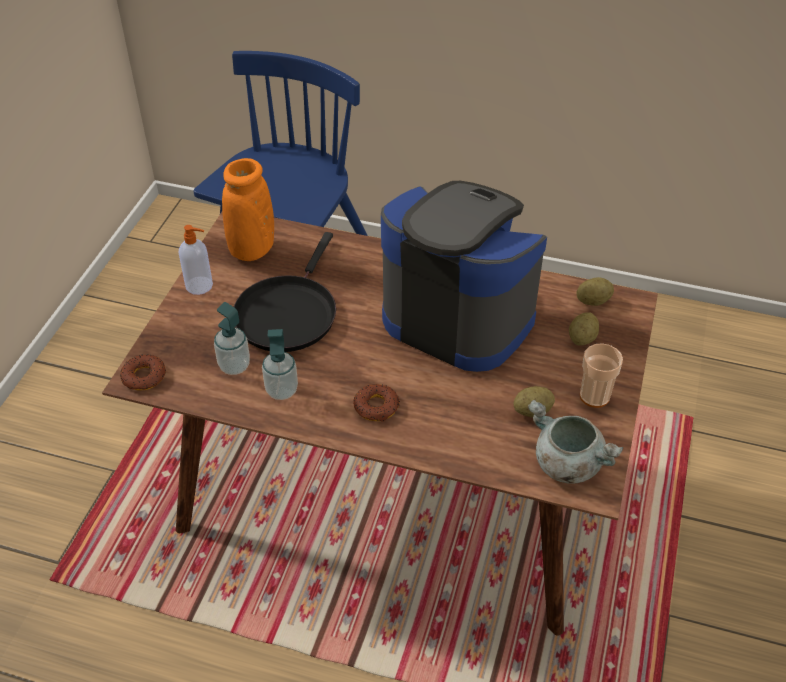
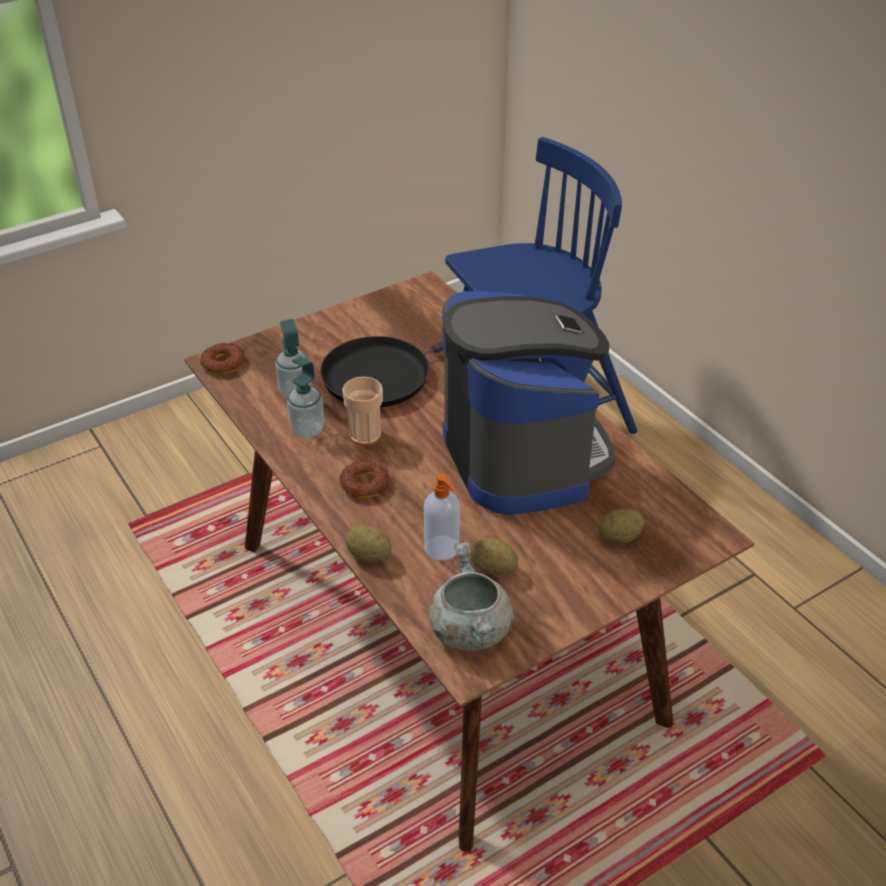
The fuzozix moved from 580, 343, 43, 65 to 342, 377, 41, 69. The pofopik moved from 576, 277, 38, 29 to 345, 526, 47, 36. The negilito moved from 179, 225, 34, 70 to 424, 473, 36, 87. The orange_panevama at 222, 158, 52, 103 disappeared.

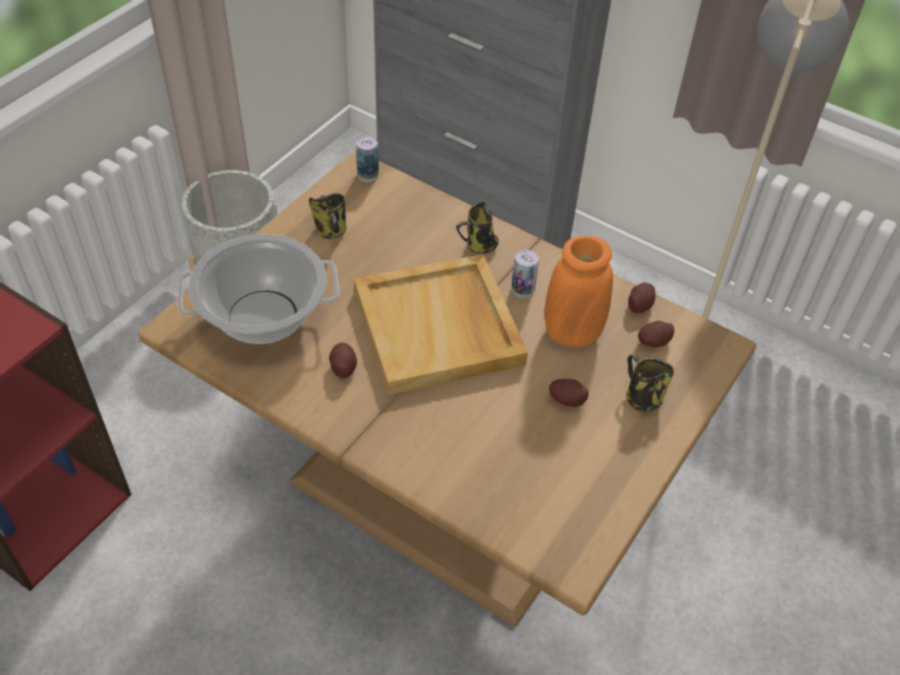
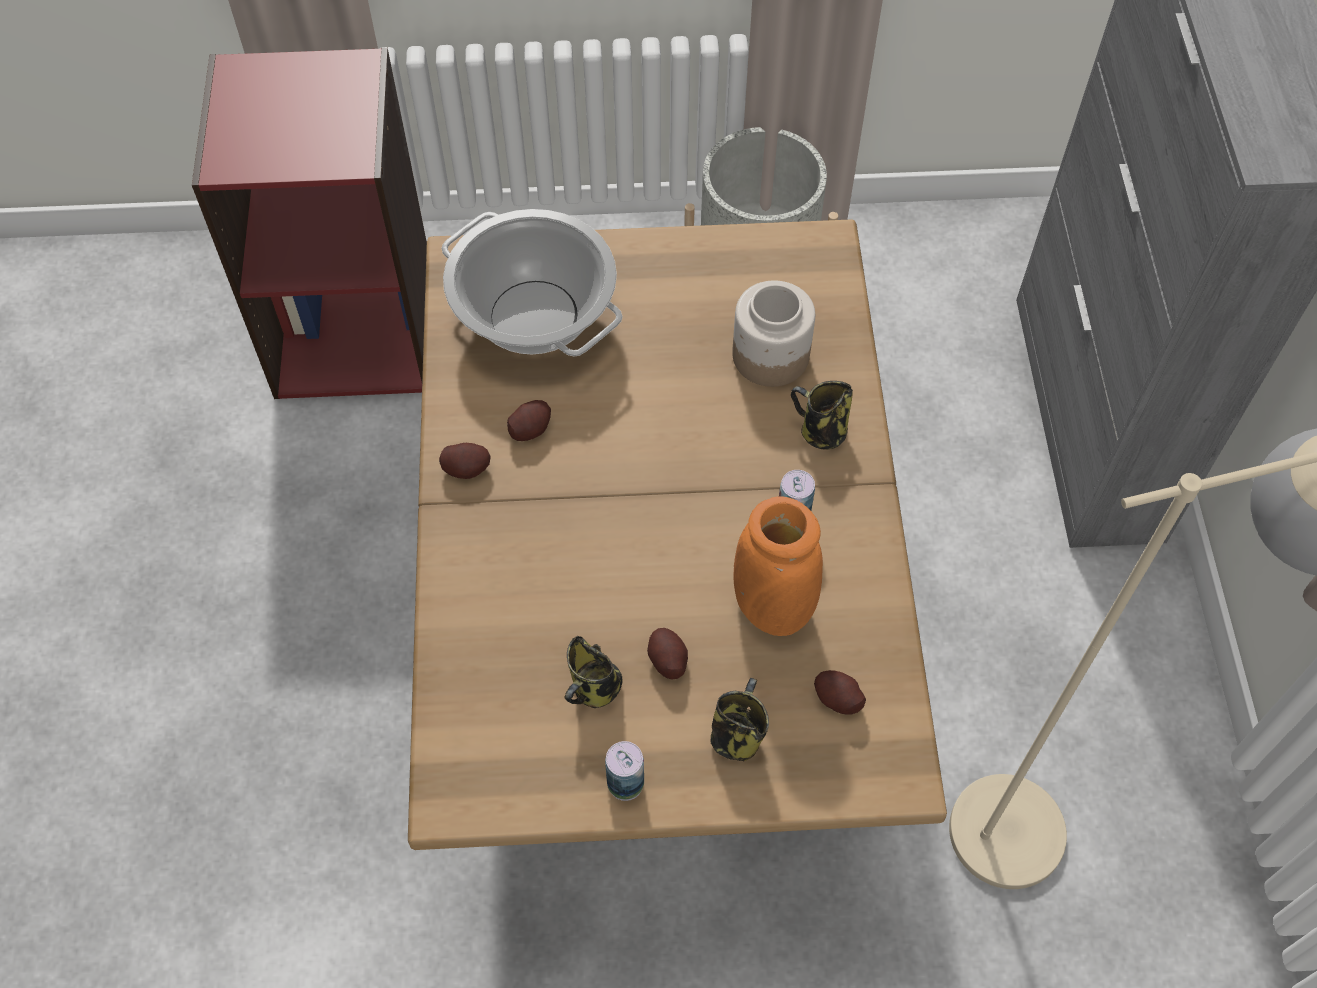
The pofopik moved from 628, 283, 28, 30 to 439, 443, 52, 36. The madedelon moved from 309, 193, 38, 46 to 565, 636, 58, 72. The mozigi moved from 356, 136, 23, 46 to 605, 741, 39, 60. The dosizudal at 732, 281, 83, 106 appeared. The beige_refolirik at 354, 254, 174, 141 disappeared.

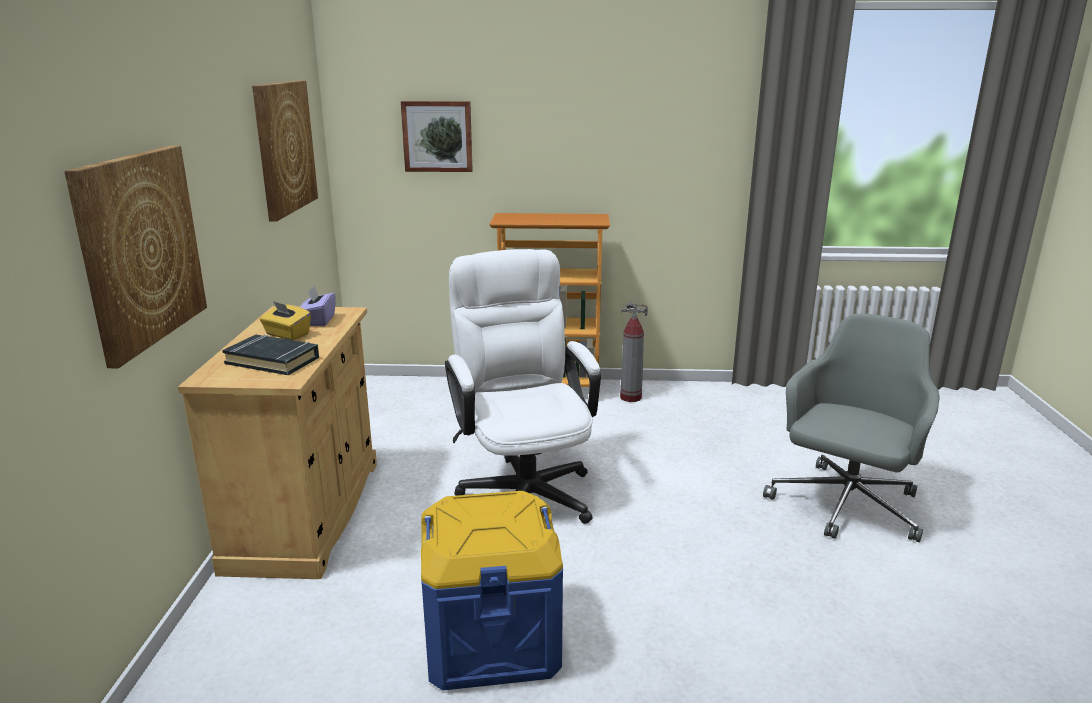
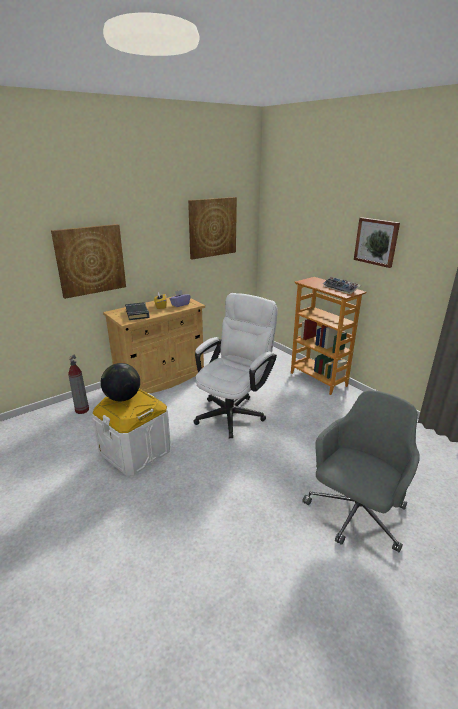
The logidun moved from 620, 303, 28, 99 to 68, 355, 21, 59. The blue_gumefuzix at 421, 491, 142, 199 became the white_gumefuzix at 93, 389, 78, 87. The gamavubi at 101, 363, 39, 38 appeared. The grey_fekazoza at 763, 314, 177, 228 turned 45 degrees counterclockwise. The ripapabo at 323, 277, 38, 18 appeared. The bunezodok moved from 401, 101, 72, 71 to 354, 217, 46, 51.

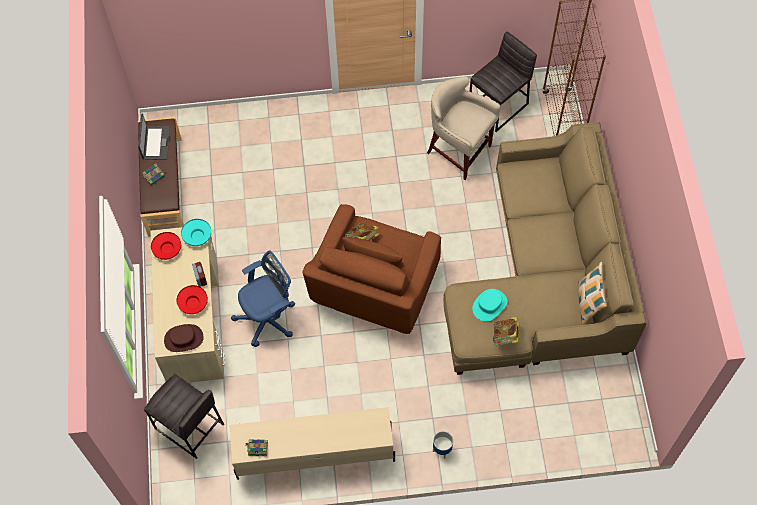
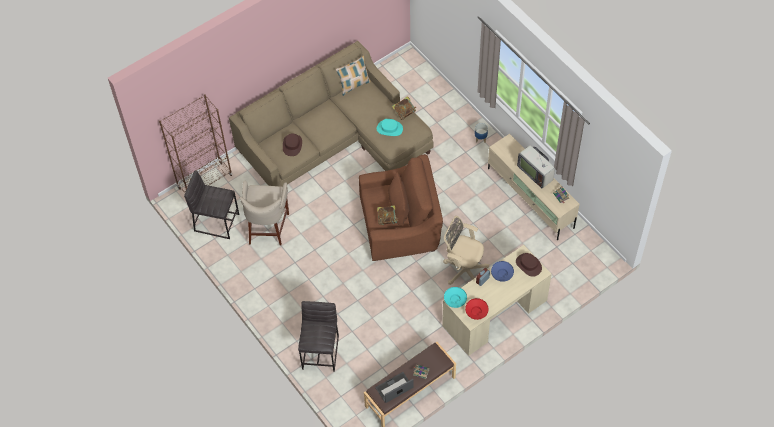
The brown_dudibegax at 283, 134, 19, 22 appeared. The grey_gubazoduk moved from 144, 374, 81, 85 to 298, 301, 41, 71. The blue_fekazoza at 231, 250, 64, 97 became the beige_fekazoza at 443, 216, 46, 69. The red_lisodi at 177, 285, 31, 29 became the blue_lisodi at 491, 261, 23, 21. The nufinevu at 517, 145, 38, 43 appeared.

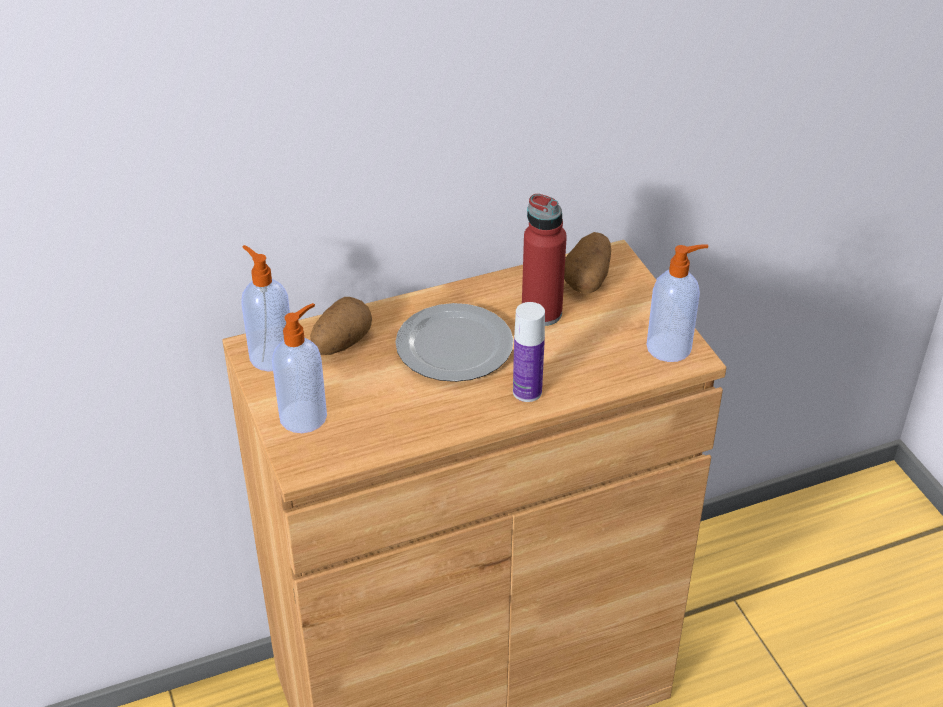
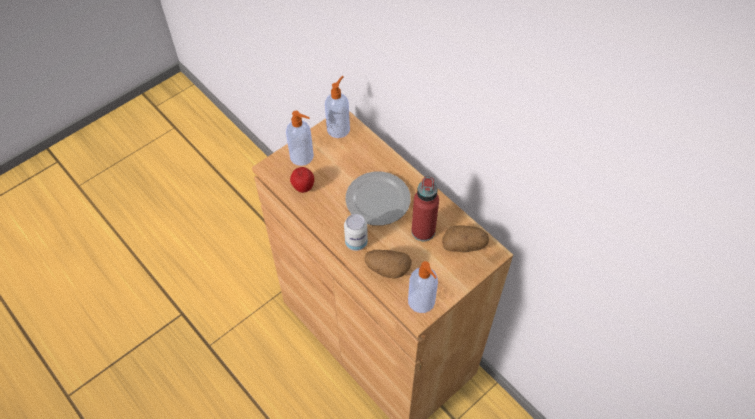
The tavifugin at 290, 167, 24, 26 appeared. The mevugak at 513, 302, 32, 100 was replaced by the mozigi at 344, 214, 24, 37. The pofopik moved from 310, 297, 62, 58 to 365, 250, 47, 28.

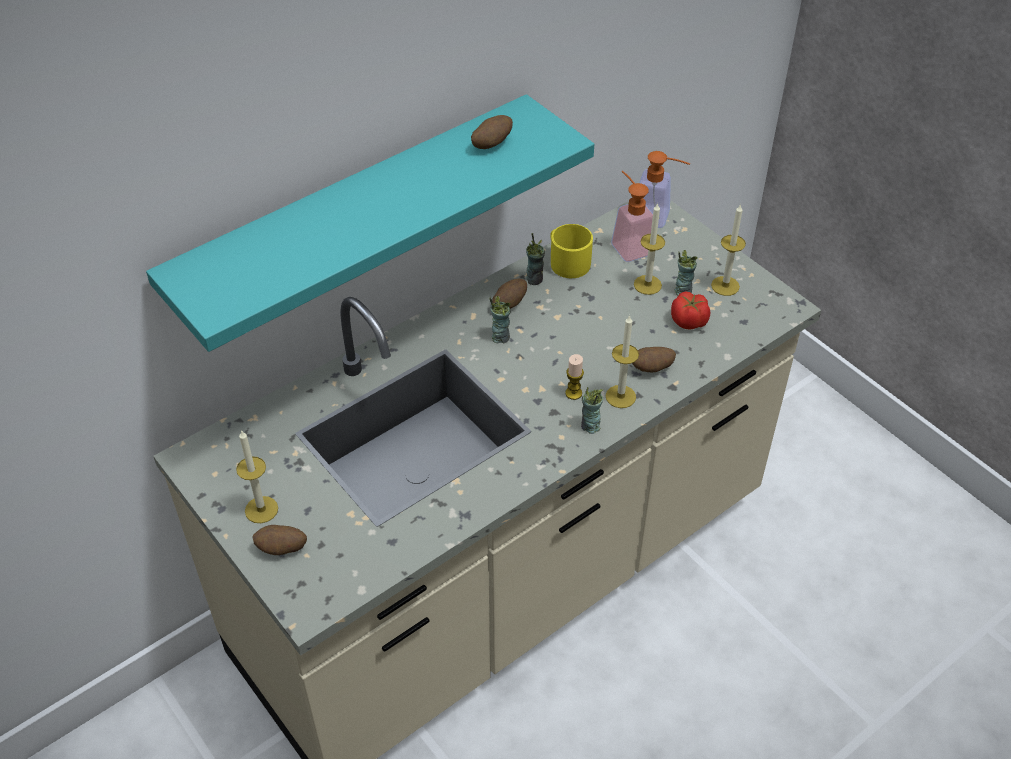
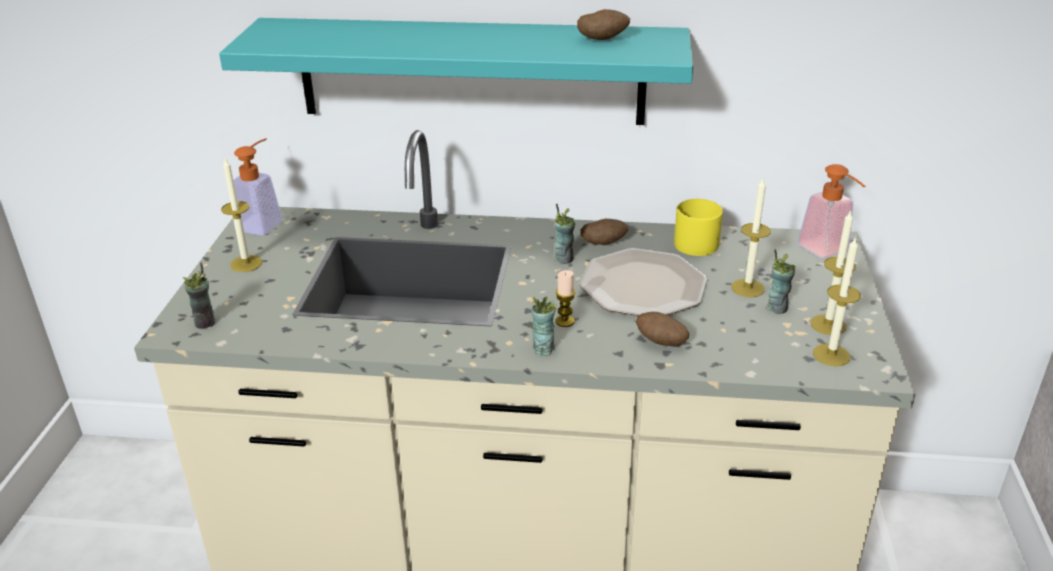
The fuzozix moved from 526, 233, 19, 52 to 183, 262, 32, 67. The negilito moved from 611, 171, 42, 91 to 233, 138, 49, 98. The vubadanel at 579, 248, 128, 68 appeared. The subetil moved from 605, 315, 34, 93 to 813, 237, 48, 129. The pofopik at 252, 525, 55, 30 disappeared. The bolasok at 671, 291, 39, 38 disappeared.

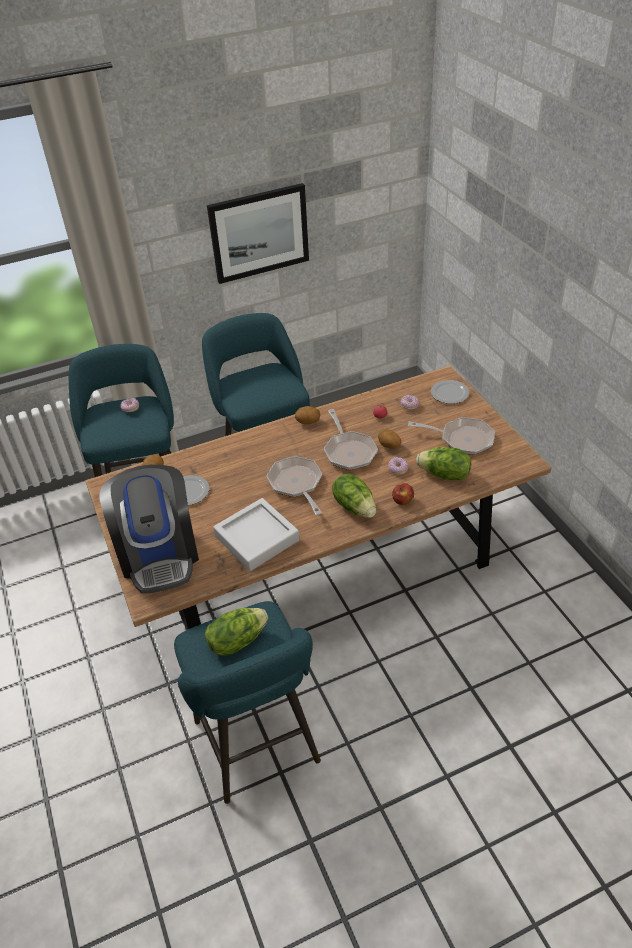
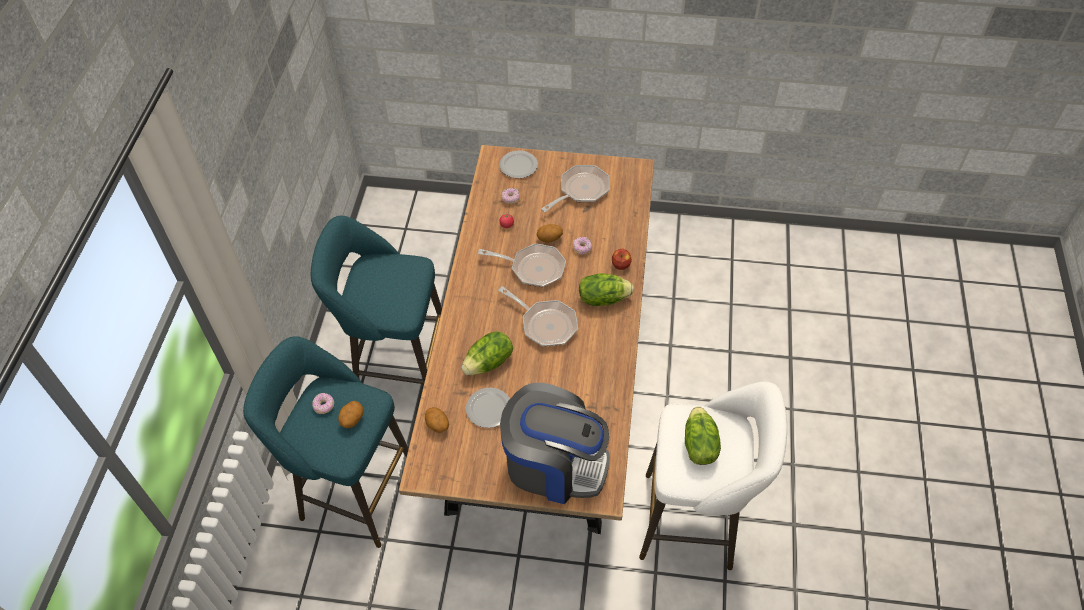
The pofopik moved from 295, 406, 25, 18 to 338, 401, 25, 27. The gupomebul moved from 416, 447, 55, 33 to 461, 331, 52, 44. The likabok at 267, 456, 55, 59 turned 150 degrees counterclockwise. The turquoise_gubazoduk at 174, 601, 147, 203 became the white_gubazoduk at 639, 382, 148, 188. The bunezodok at 207, 183, 102, 101 disappeared. The grey_refolirik at 213, 498, 86, 73 disappeared.

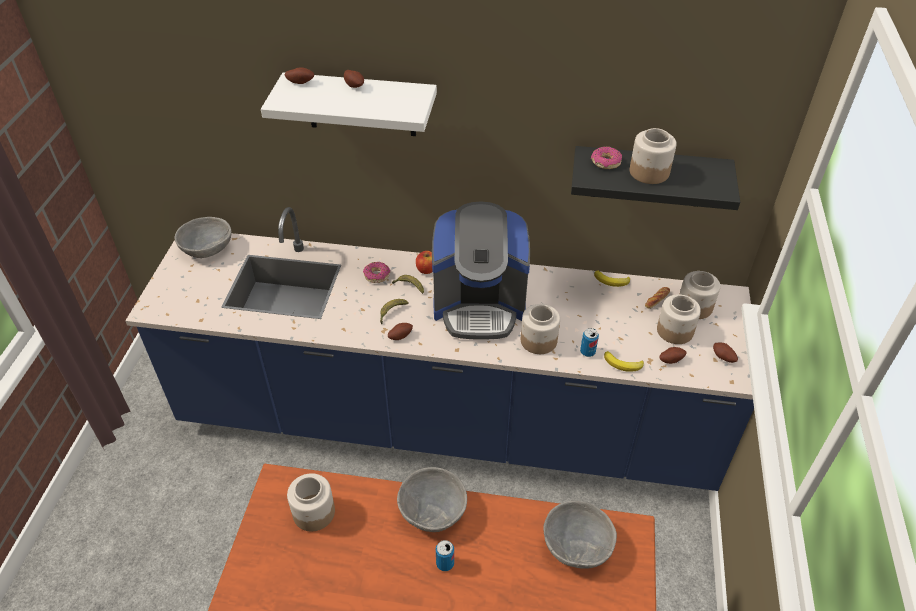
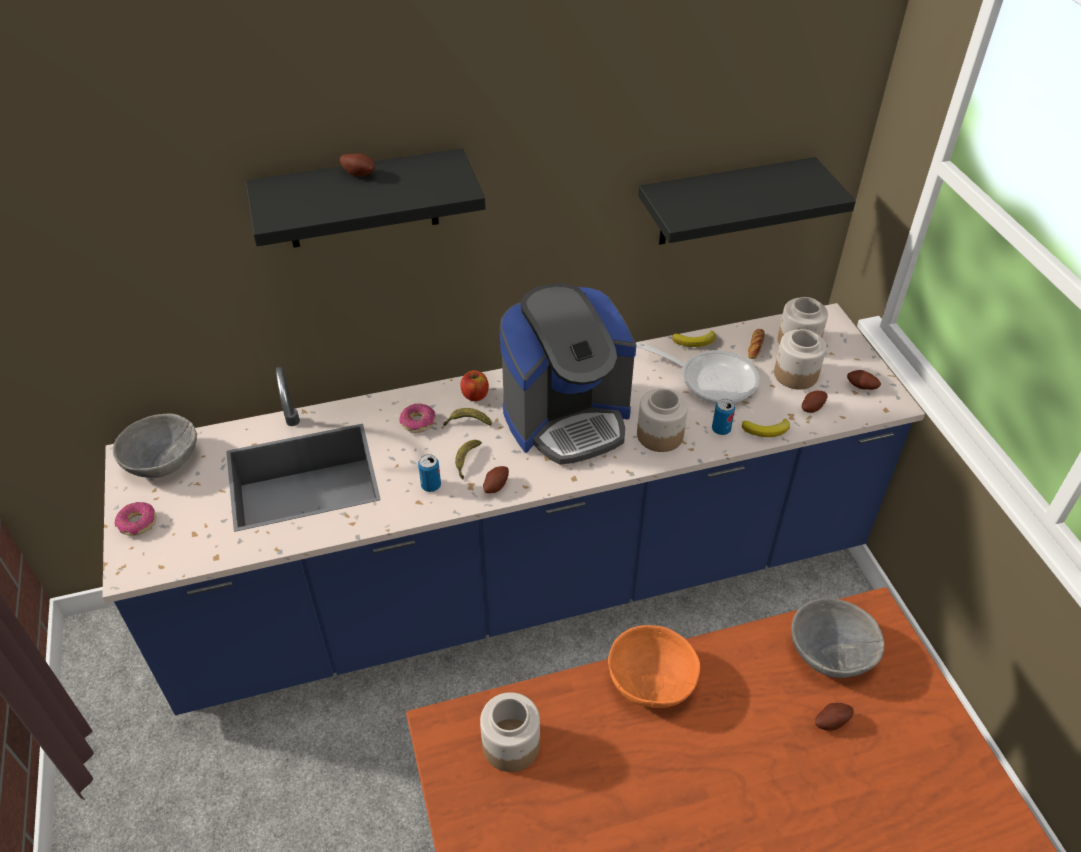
The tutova moved from 591, 147, 31, 22 to 115, 502, 41, 34. The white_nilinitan at 261, 72, 176, 64 became the black_nilinitan at 245, 148, 241, 100. The mozigi moved from 436, 540, 18, 31 to 418, 454, 23, 38. The grey_lisodi at 397, 467, 70, 65 became the orange_lisodi at 608, 625, 92, 83. The likabok at 636, 342, 123, 62 appeared. The pofopik moved from 285, 67, 29, 17 to 815, 703, 39, 28. The dosizudal at 630, 128, 47, 56 disappeared.

